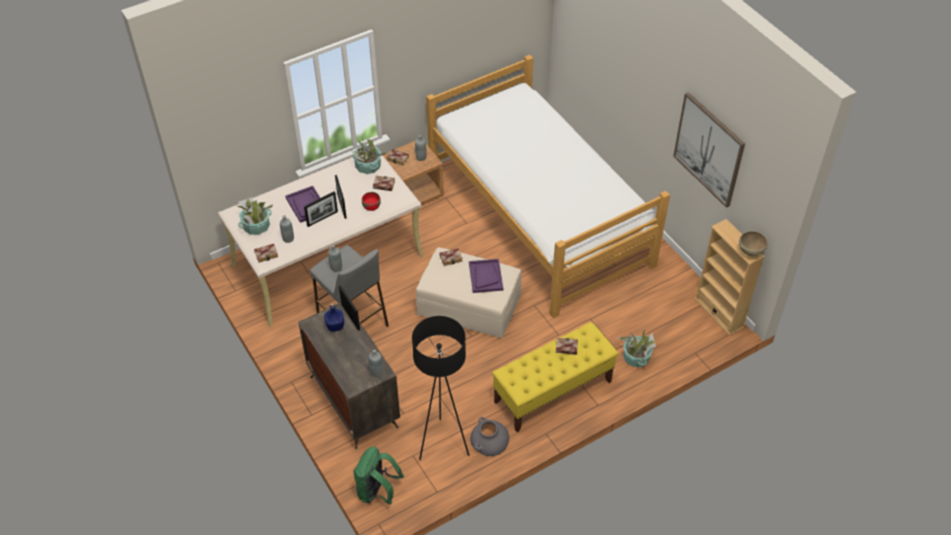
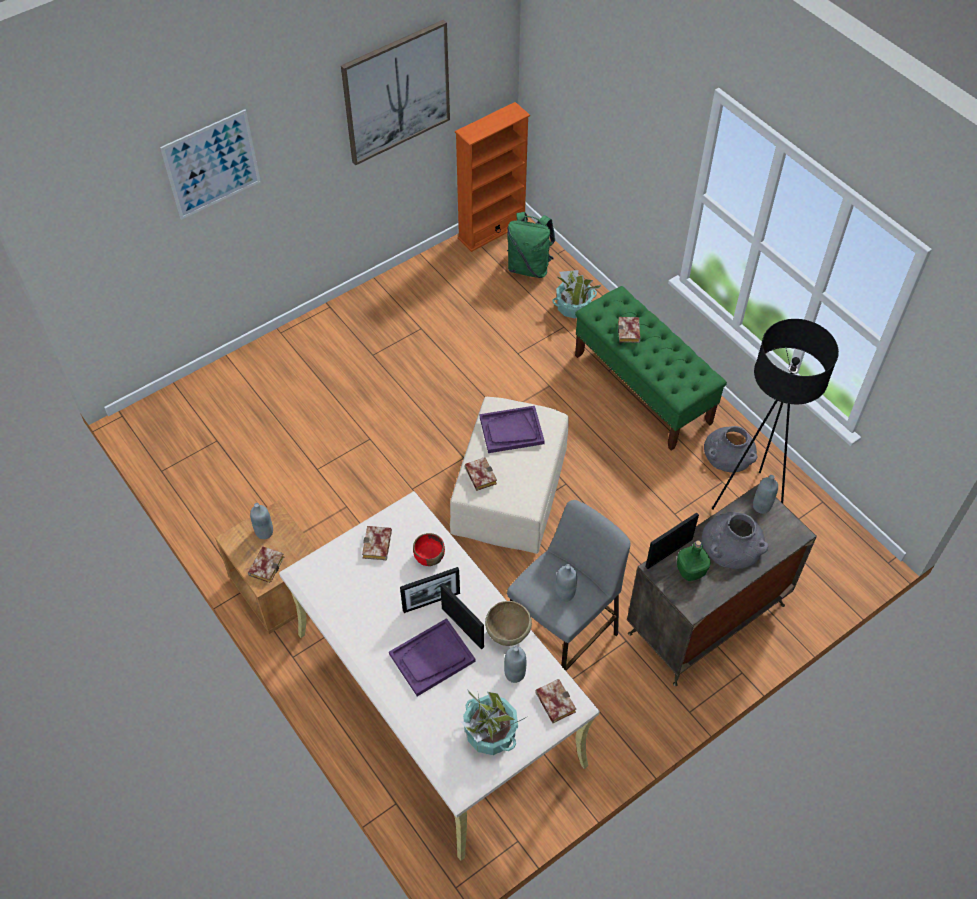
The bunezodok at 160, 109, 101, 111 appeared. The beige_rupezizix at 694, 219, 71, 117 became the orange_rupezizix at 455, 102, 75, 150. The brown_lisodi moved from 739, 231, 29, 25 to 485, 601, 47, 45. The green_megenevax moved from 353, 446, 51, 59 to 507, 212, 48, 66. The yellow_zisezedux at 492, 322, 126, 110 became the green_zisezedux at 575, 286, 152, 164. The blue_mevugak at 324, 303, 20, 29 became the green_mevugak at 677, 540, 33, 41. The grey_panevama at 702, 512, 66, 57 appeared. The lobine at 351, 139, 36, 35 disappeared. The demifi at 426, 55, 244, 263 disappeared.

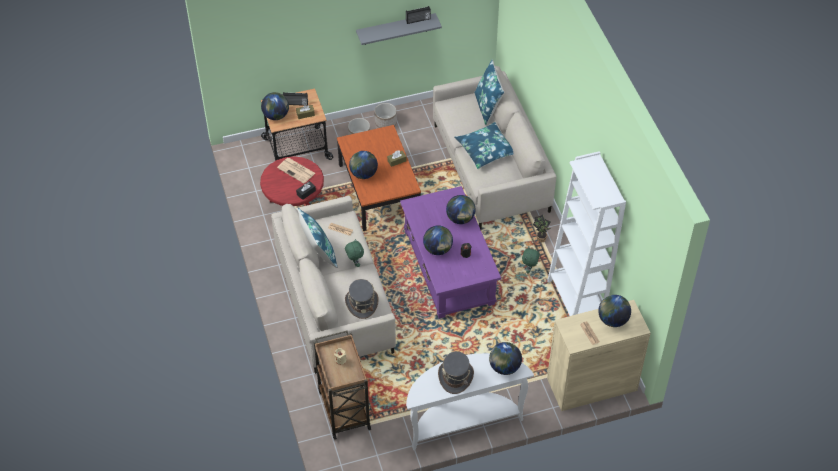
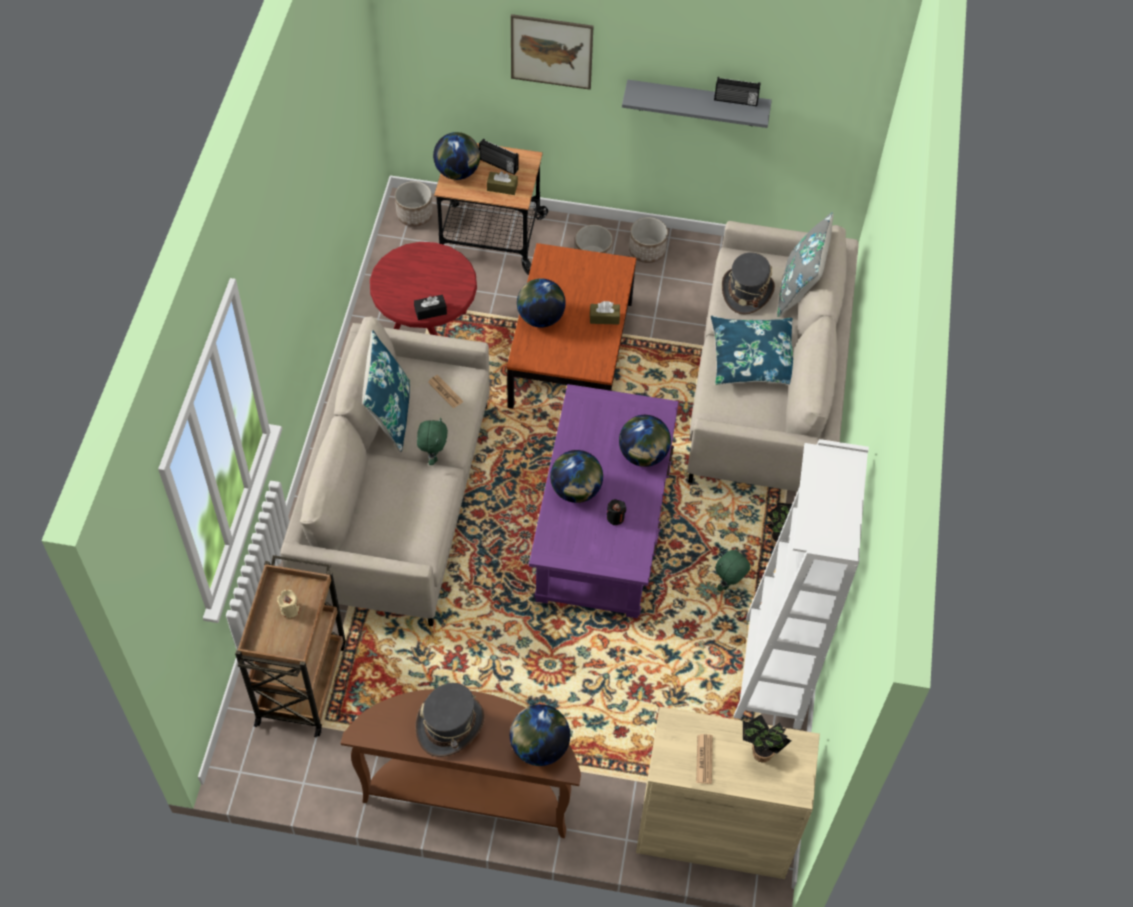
The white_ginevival at 406, 353, 128, 97 became the brown_ginevival at 341, 689, 240, 149. The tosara at 395, 181, 38, 46 appeared. The bunezodok at 511, 14, 83, 76 appeared. The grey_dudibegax moved from 345, 279, 34, 40 to 722, 252, 53, 63. The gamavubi at 598, 295, 33, 32 was replaced by the lobine at 743, 715, 49, 48. The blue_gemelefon at 474, 59, 31, 66 became the grey_gemelefon at 777, 212, 56, 105. The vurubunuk at 277, 158, 38, 25 disappeared.

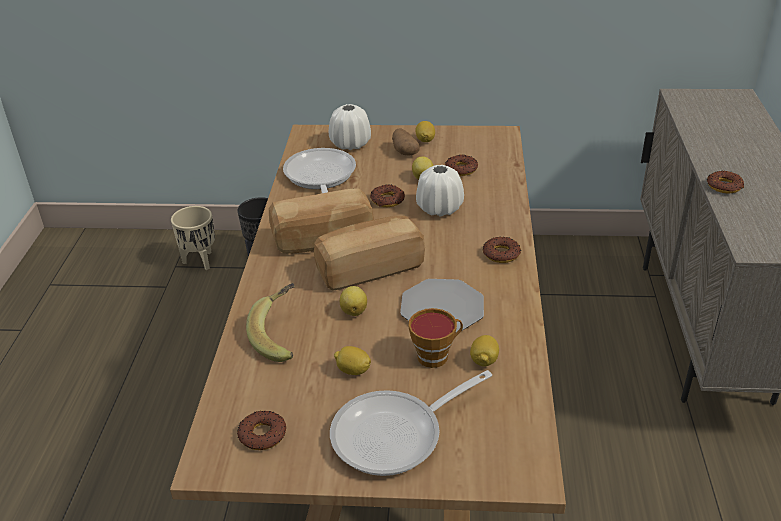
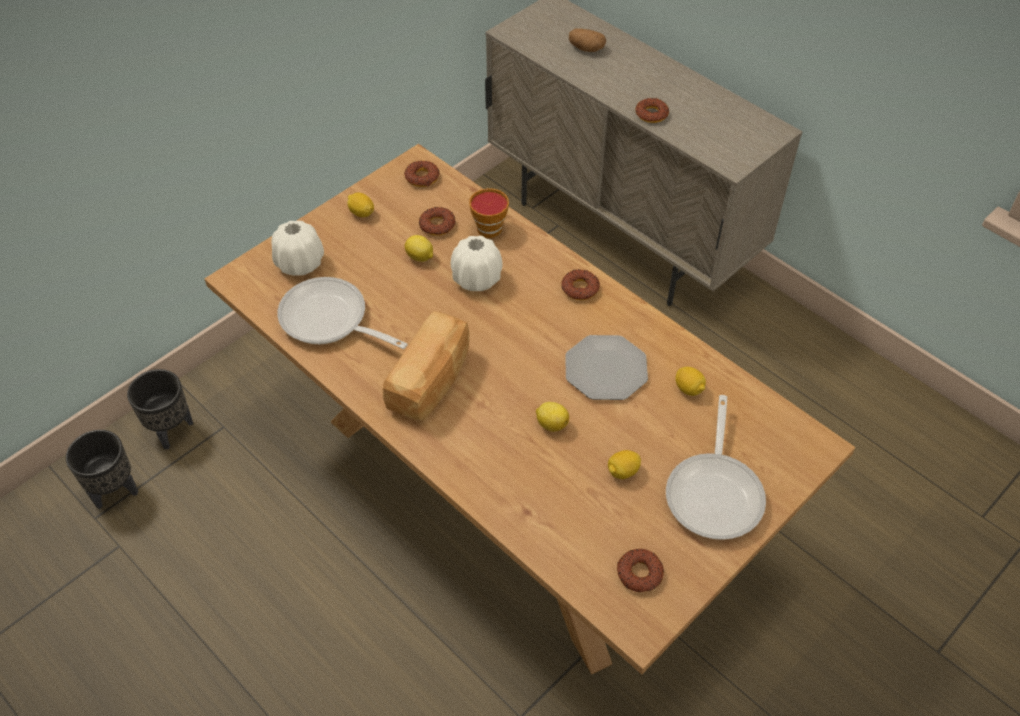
The beige_tosara at 171, 206, 44, 64 became the black_tosara at 66, 430, 72, 79. The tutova moved from 370, 185, 35, 22 to 404, 161, 36, 26. The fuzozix moved from 408, 308, 55, 60 to 469, 188, 40, 50. The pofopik moved from 392, 128, 28, 28 to 569, 28, 37, 24. The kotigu at 246, 283, 49, 79 disappeared. The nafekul at 314, 216, 111, 75 disappeared.

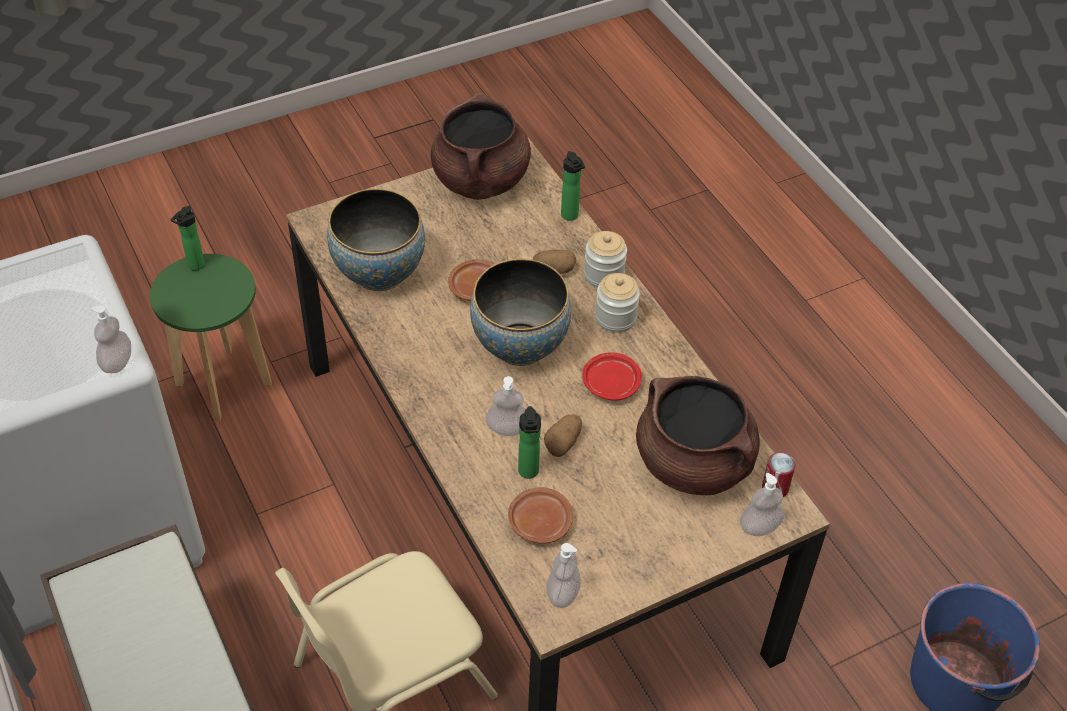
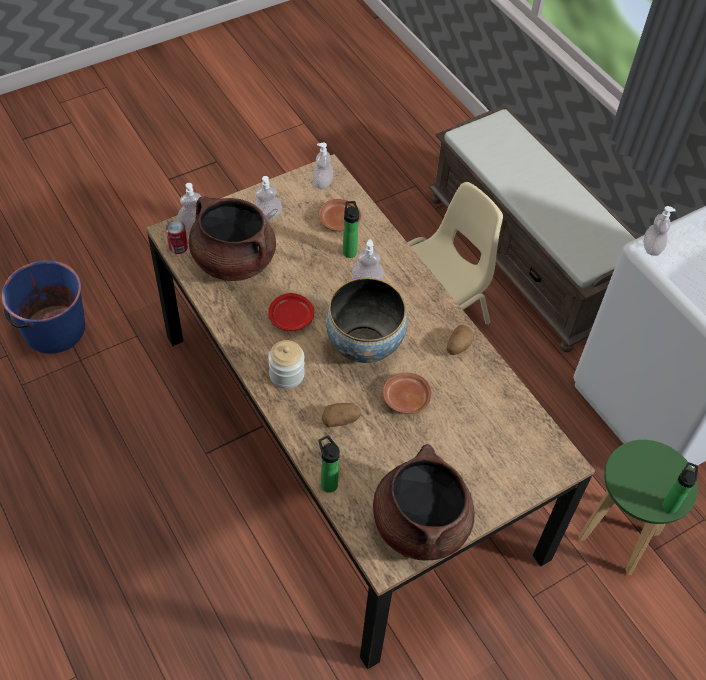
The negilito at 253, 176, 29, 45 appeared. The pofopik moved from 544, 414, 38, 43 to 447, 325, 27, 30. The lisodi at 327, 189, 98, 102 disappeared. The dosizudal at 584, 231, 43, 57 disappeared.

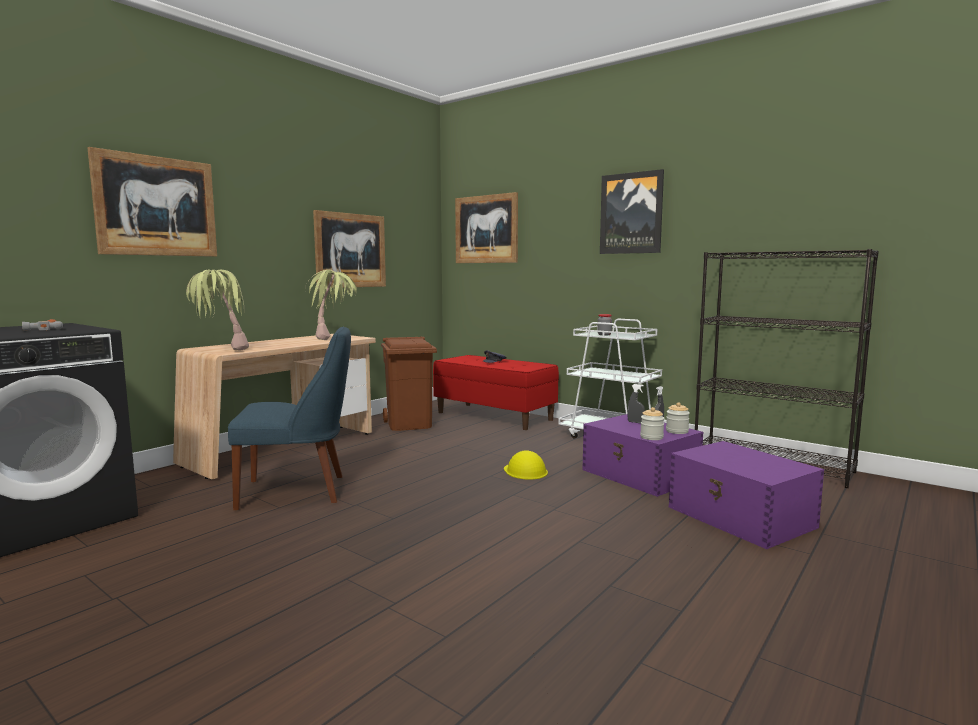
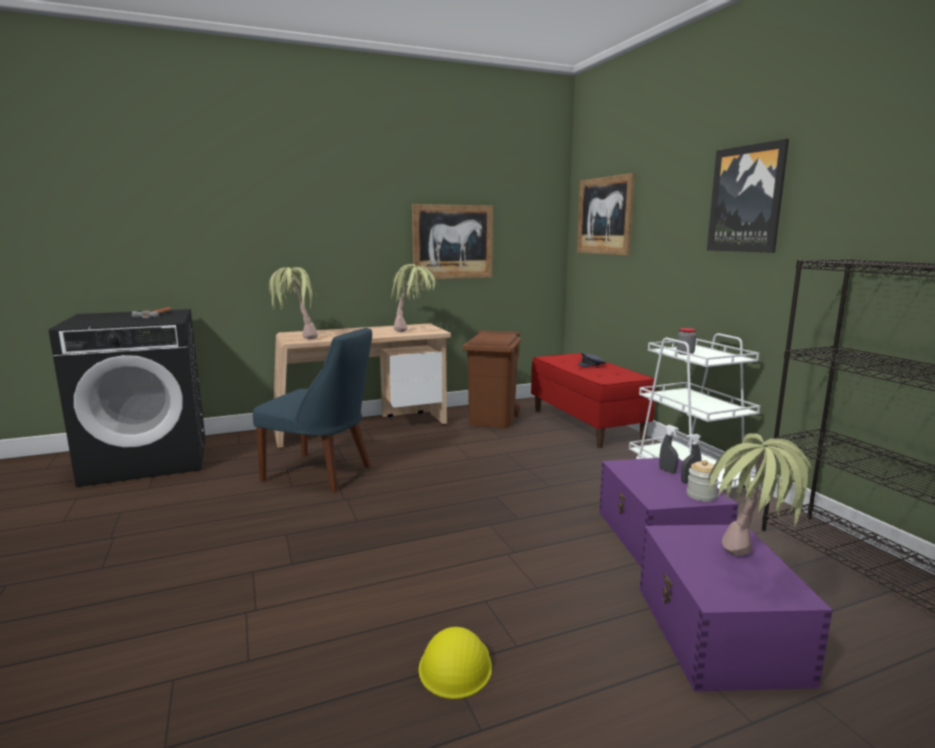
The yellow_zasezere moved from 504, 451, 44, 29 to 419, 627, 73, 72. The lobine at 708, 433, 104, 123 appeared. The bunezodok at 87, 147, 130, 110 disappeared. The dosizudal at 640, 407, 25, 33 disappeared.

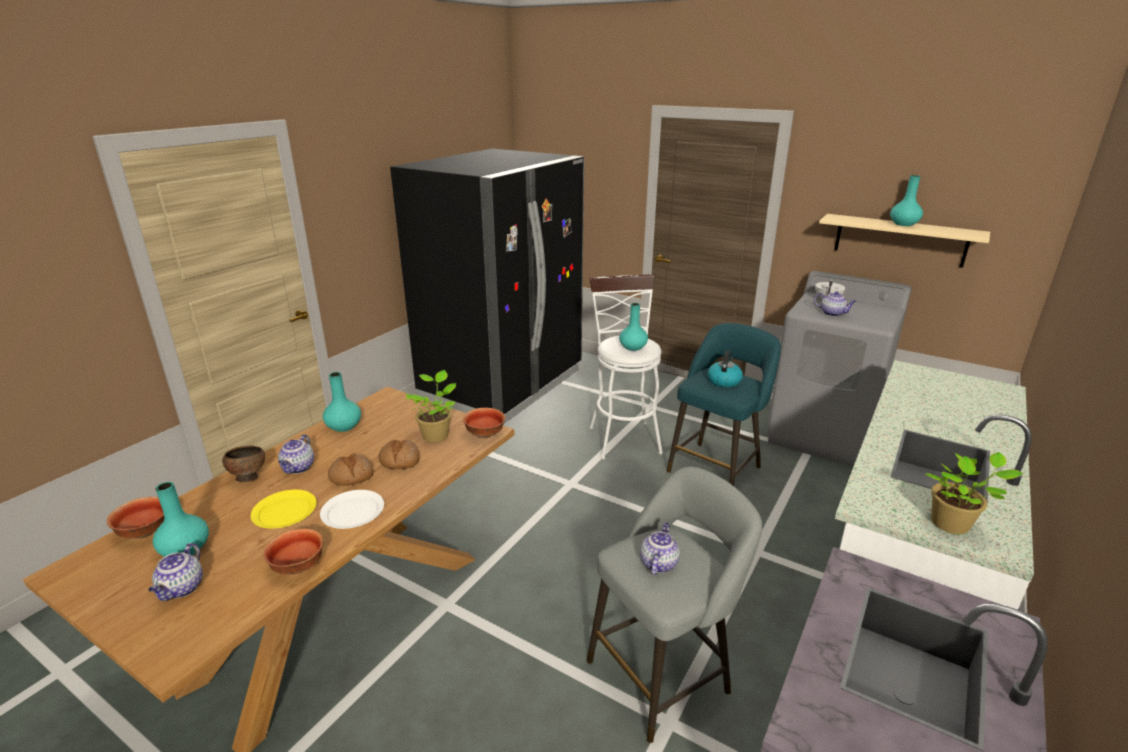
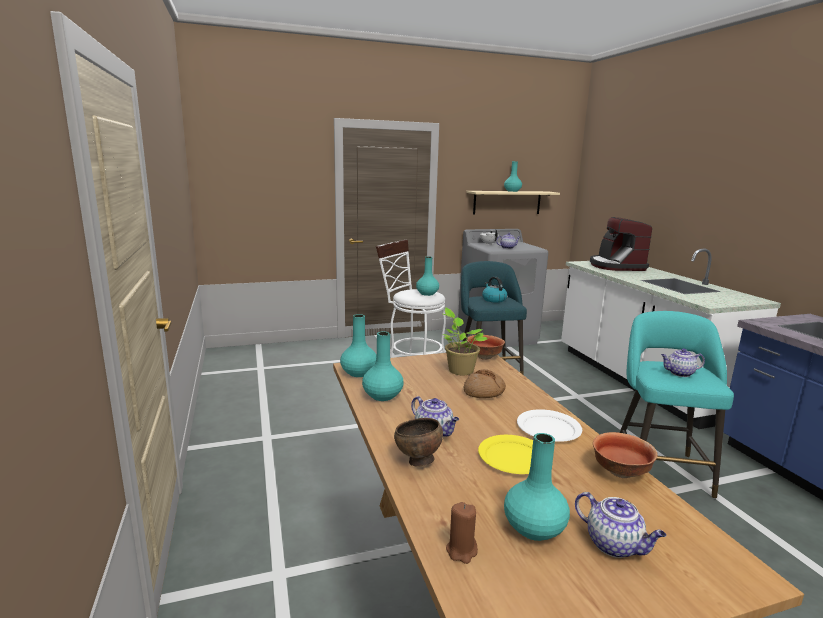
The turquoise_panevama at 340, 314, 37, 63 appeared. The lisodi at 107, 497, 57, 41 was replaced by the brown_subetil at 446, 502, 32, 62. The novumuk at 590, 217, 62, 54 appeared. The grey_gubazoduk at 587, 467, 175, 276 became the turquoise_gubazoduk at 620, 311, 114, 188. The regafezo at 640, 522, 40, 53 turned 60 degrees counterclockwise. The nafekul at 328, 453, 46, 33 disappeared. The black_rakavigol at 390, 149, 194, 275 disappeared. The lobine at 925, 452, 98, 82 disappeared.

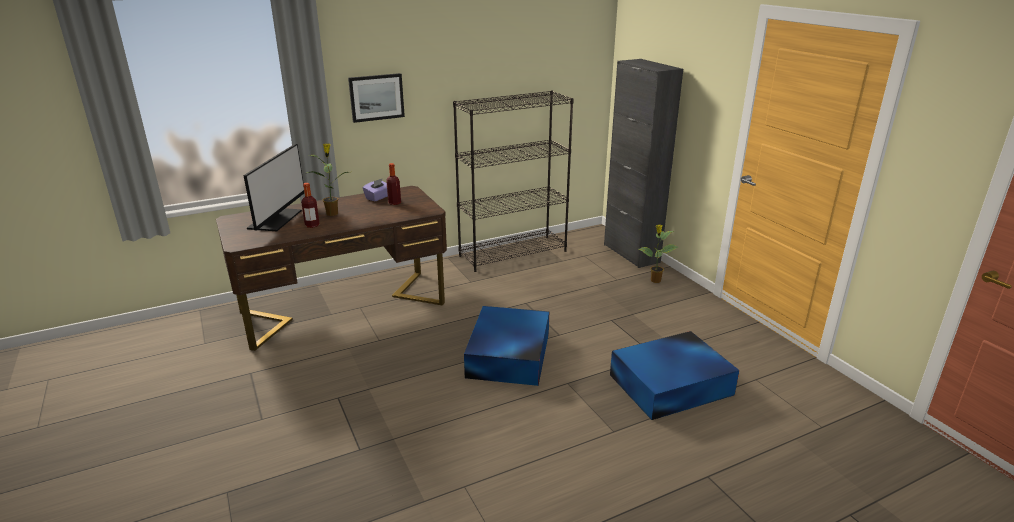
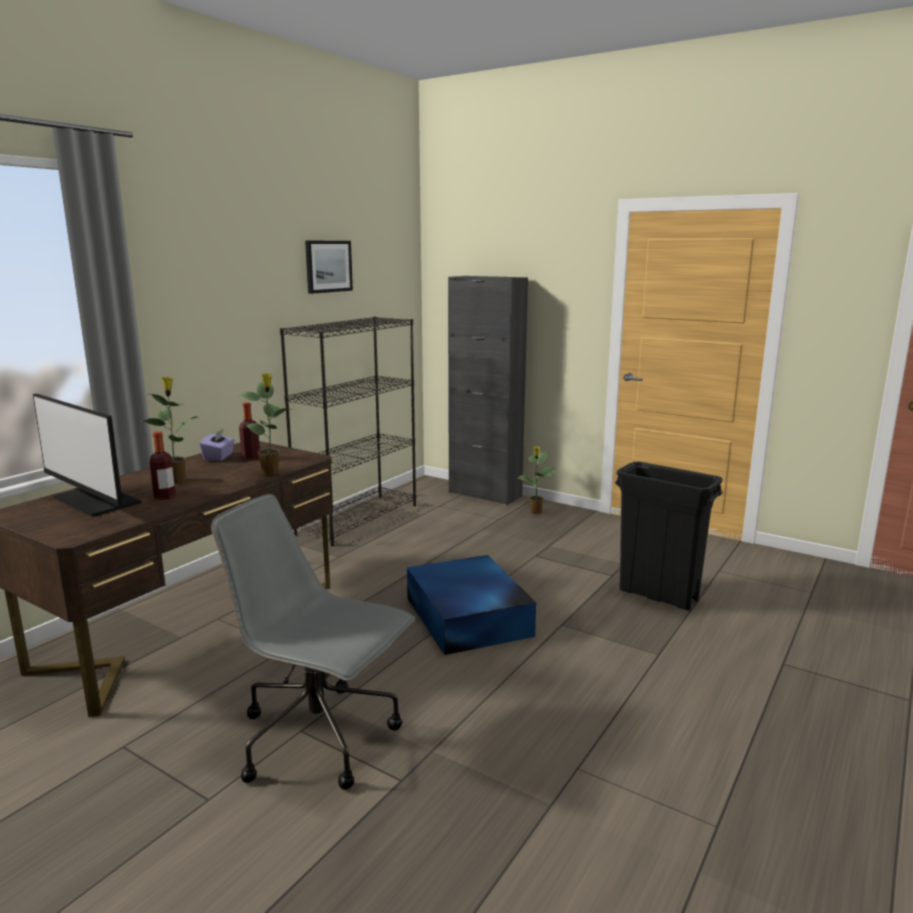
The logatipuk at 243, 144, 61, 87 turned 150 degrees clockwise. The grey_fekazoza at 211, 494, 204, 296 appeared. The lobine at 238, 373, 51, 102 appeared. The bunezodok moved from 348, 73, 57, 50 to 305, 241, 48, 53. The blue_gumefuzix at 610, 331, 129, 89 was replaced by the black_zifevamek at 615, 461, 108, 150.

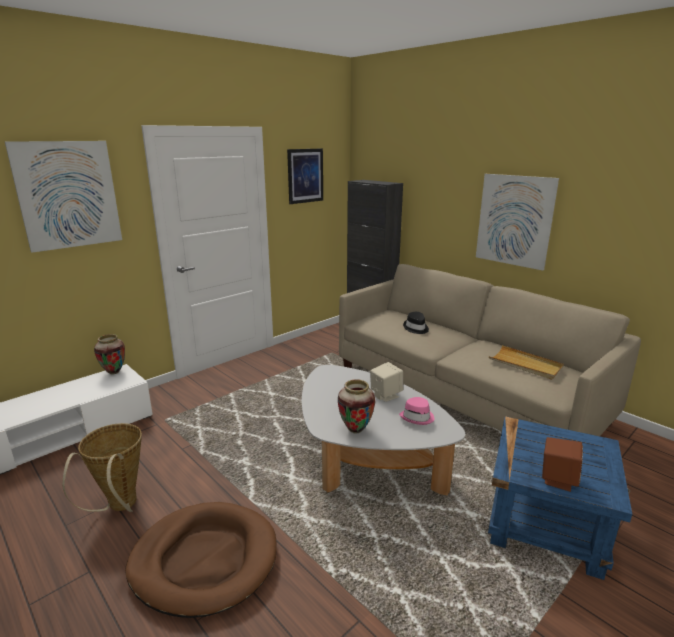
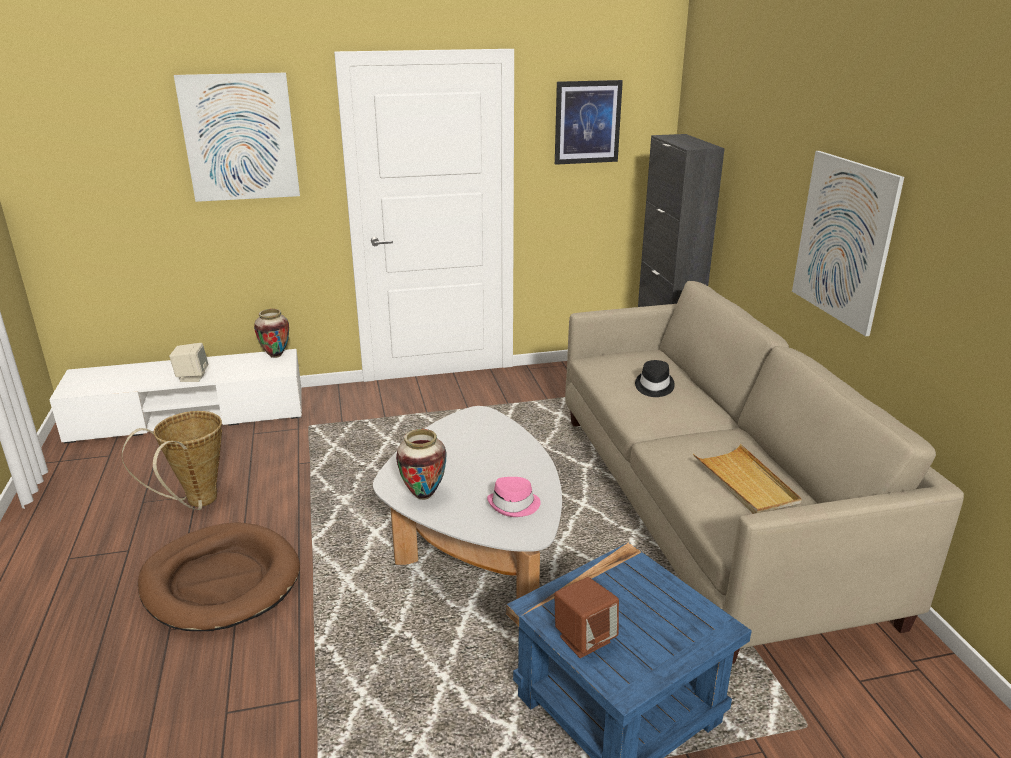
The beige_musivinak moved from 370, 362, 33, 40 to 169, 343, 39, 39.

